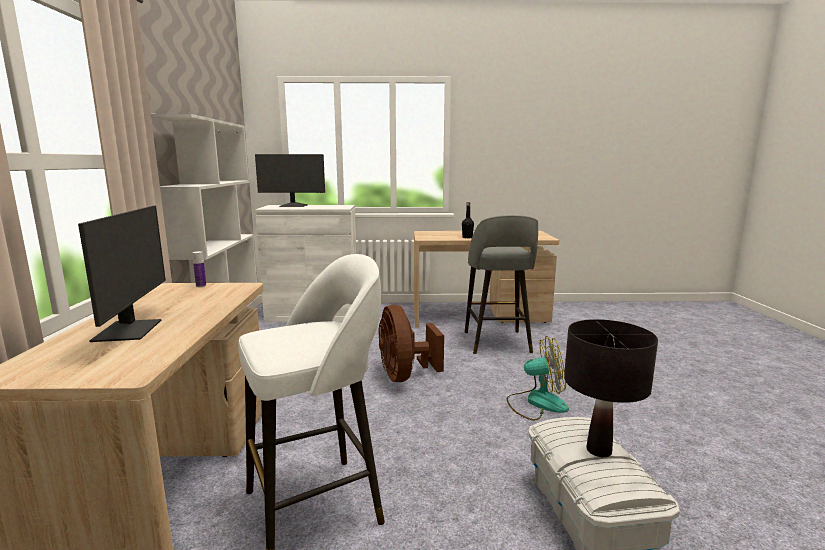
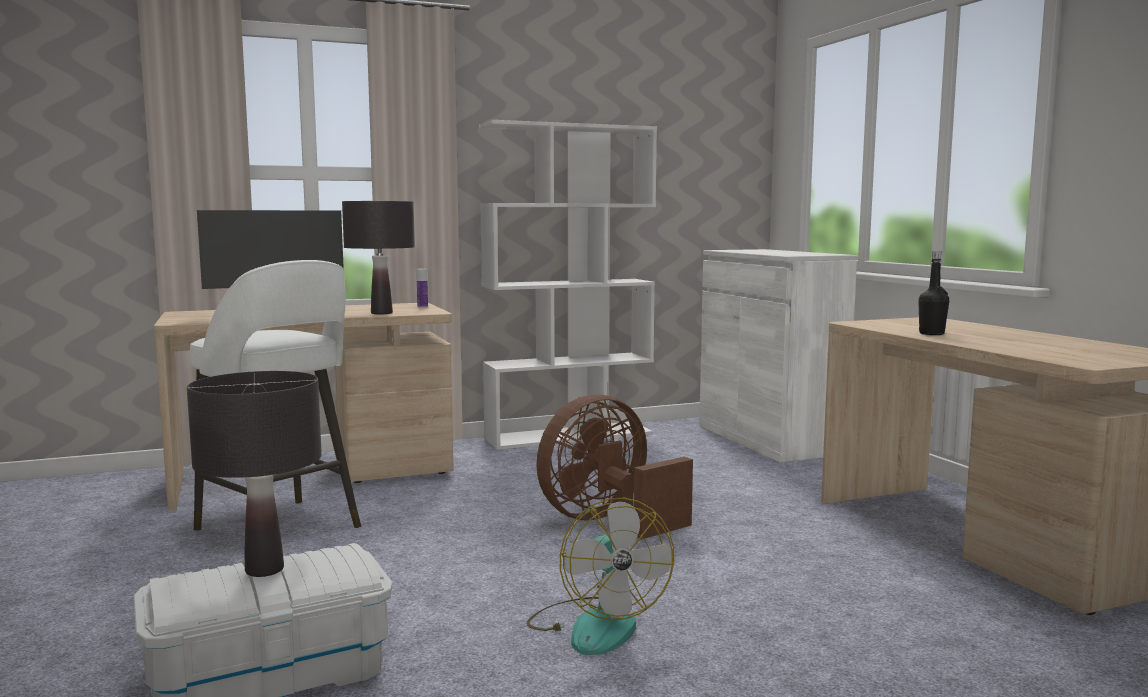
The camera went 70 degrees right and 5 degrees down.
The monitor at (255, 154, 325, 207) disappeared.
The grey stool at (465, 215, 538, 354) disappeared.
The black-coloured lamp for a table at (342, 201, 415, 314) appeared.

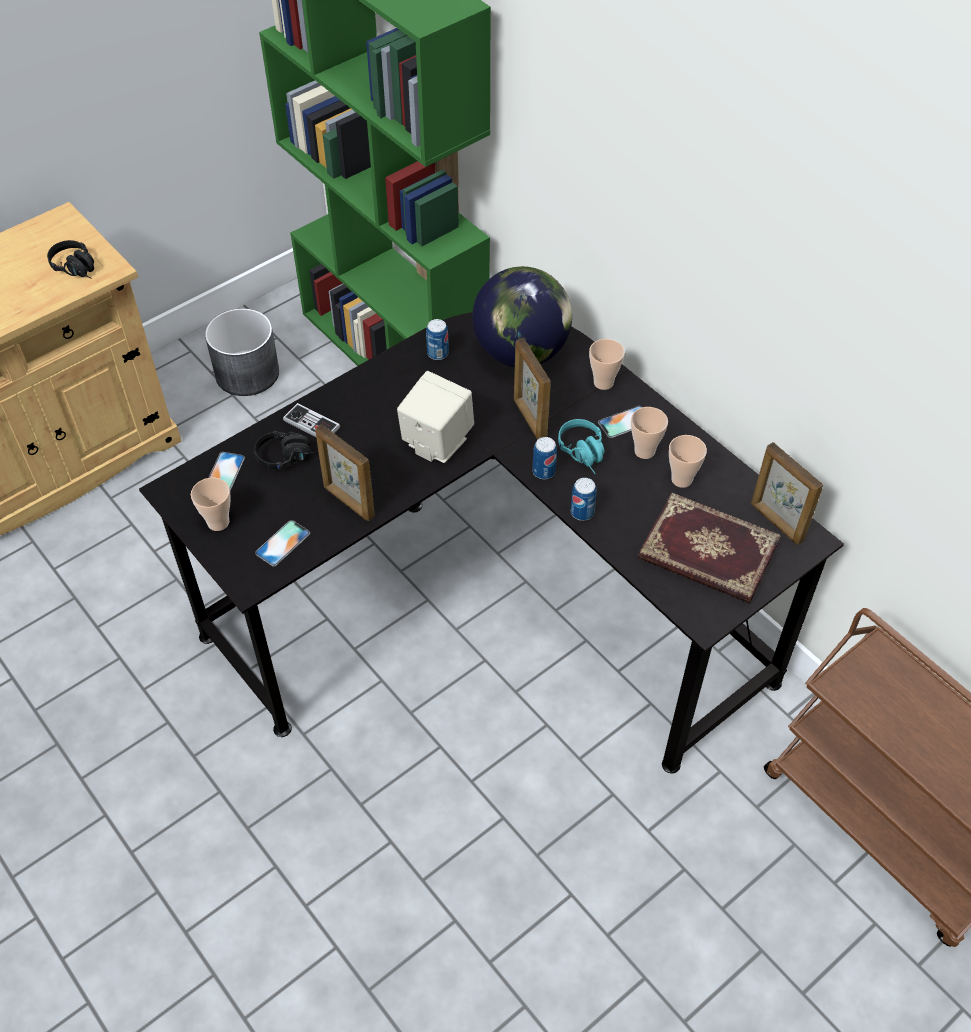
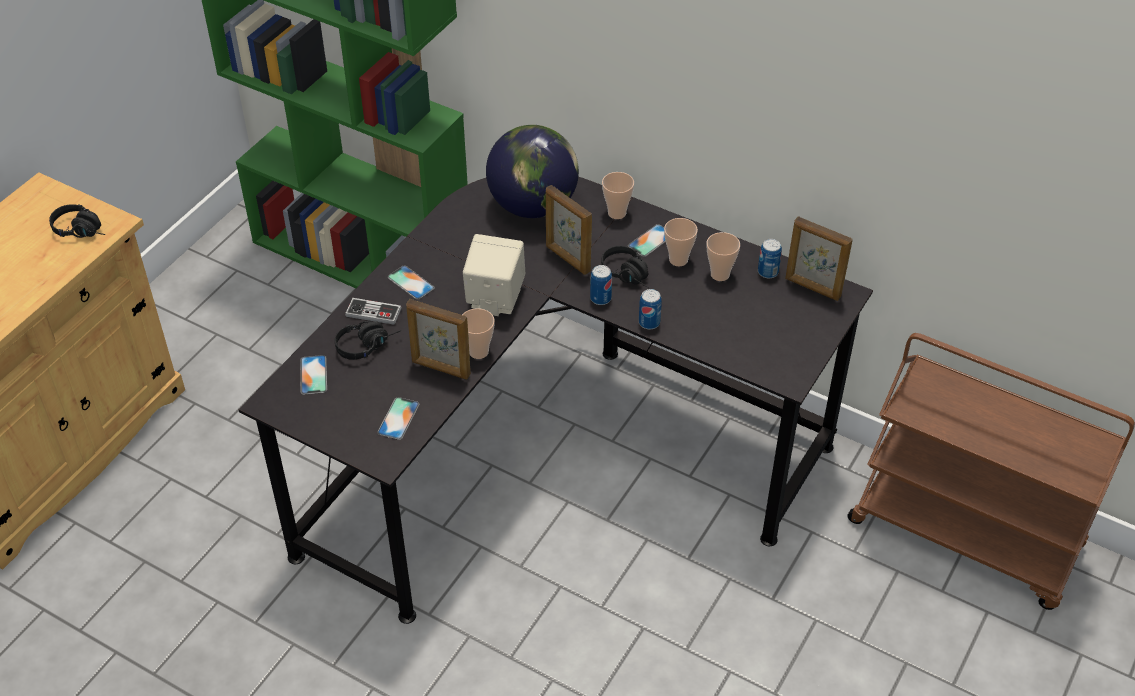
The camera went 20 degrees left and 5 degrees down.
The grey flower pot at (205, 308, 279, 396) disappeared.
The bound book at (638, 493, 781, 604) disappeared.
The handset at (388, 265, 435, 300) appeared.
The cup moved from (191, 478, 231, 531) to (462, 308, 495, 359).
The metal can moved from (426, 319, 449, 360) to (758, 239, 782, 278).
The turquoise-coloured headphones at (558, 419, 605, 474) became the black-coloured headphones at (601, 246, 649, 288).

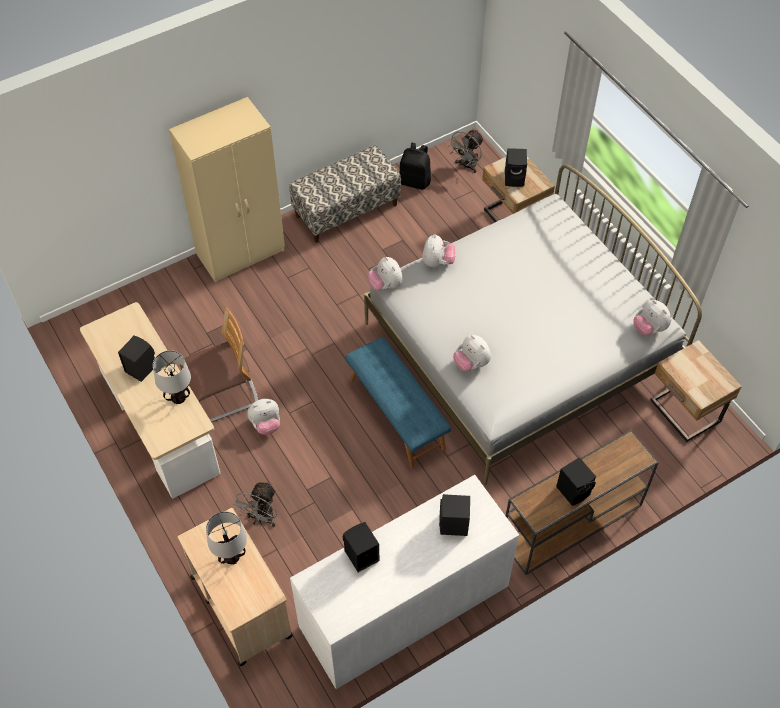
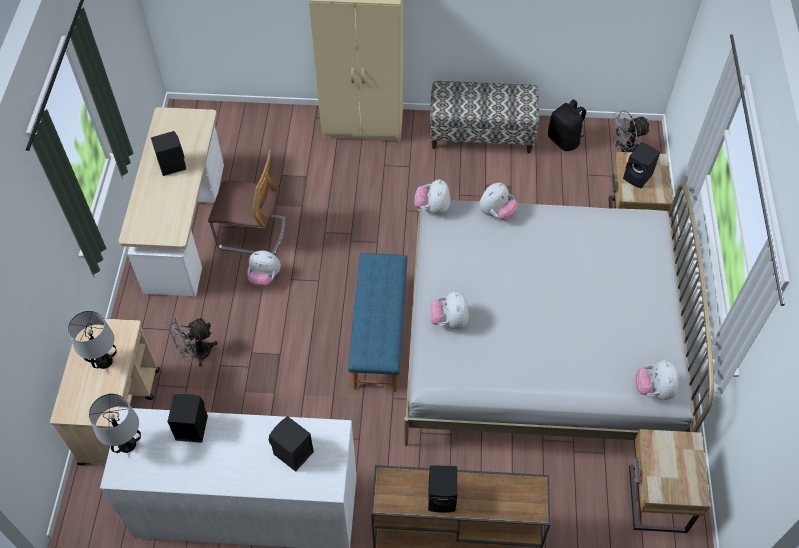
The camera went 35 degrees right and 0 degrees up.
The lamp for a table moved from (153, 350, 191, 404) to (89, 393, 141, 453).

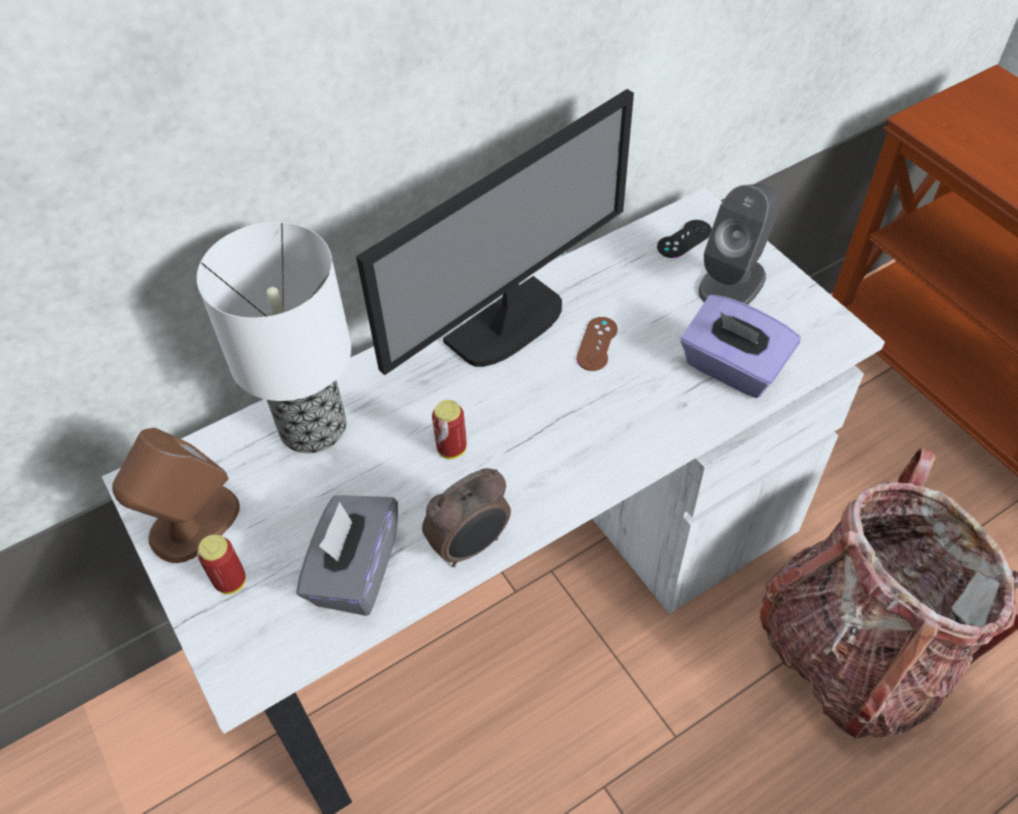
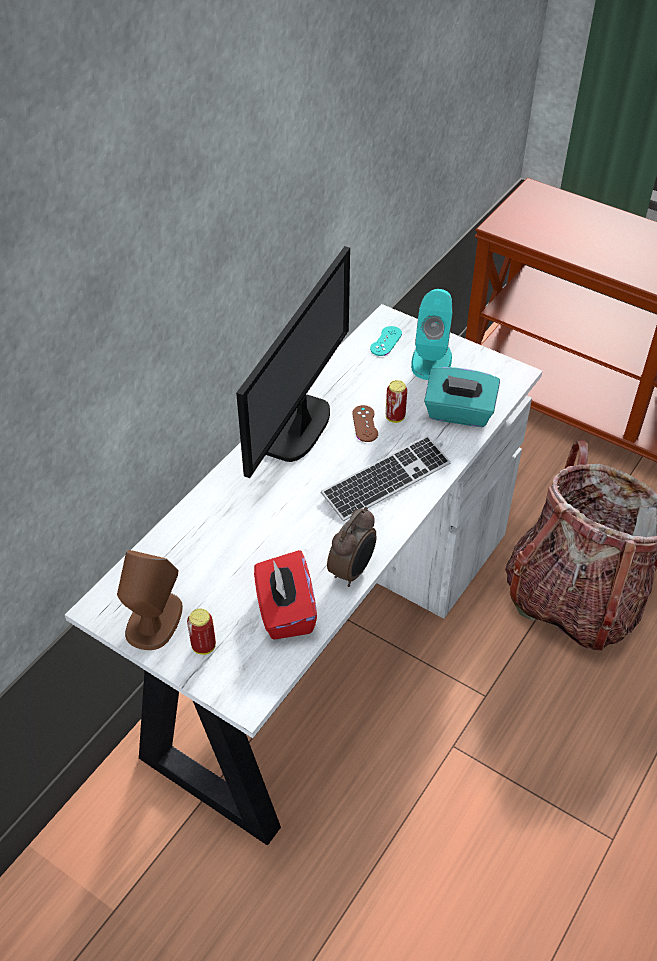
The camera went 25 degrees left and 5 degrees down.
The lamp for a table at (197, 222, 351, 453) disappeared.
The computer keyboard at (321, 435, 451, 521) appeared.
The metal can moved from (432, 400, 467, 459) to (386, 380, 407, 423).
The grey tissue box at (296, 495, 398, 616) became the red-coloured tissue box at (254, 550, 317, 640).
The black-coloured joypad at (657, 220, 712, 258) became the turquoise-coloured joypad at (370, 326, 402, 356).
The purple-coloured tissue box at (680, 294, 801, 398) became the turquoise-coloured tissue box at (424, 367, 500, 427).
The grey loudspeaker at (698, 184, 779, 305) became the turquoise-coloured loudspeaker at (411, 289, 453, 380).

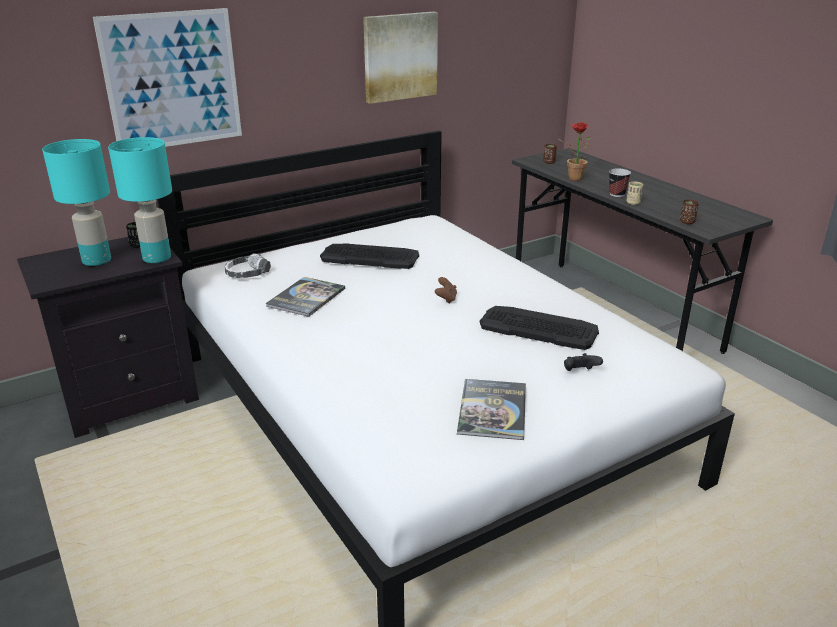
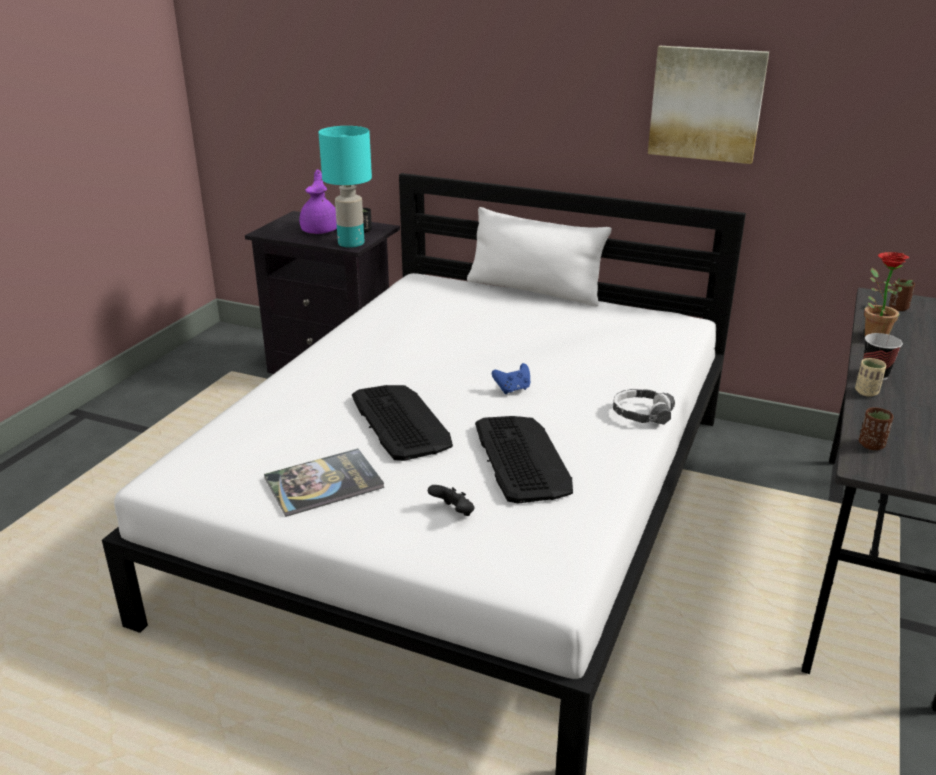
The camera went 55 degrees right and 0 degrees up.
The picture at (93, 8, 242, 147) disappeared.
The bound book at (265, 277, 345, 317) disappeared.
The white pillow at (467, 207, 612, 306) appeared.
The headphones moved from (225, 253, 271, 278) to (613, 389, 675, 425).
The computer keyboard moved from (320, 244, 419, 269) to (352, 385, 453, 461).
The turquoise-coloured lamp for a table at (42, 139, 111, 266) was replaced by the purple-coloured teapot at (300, 170, 337, 234).
The brown joypad at (435, 277, 457, 304) became the blue-coloured joypad at (492, 363, 530, 394).

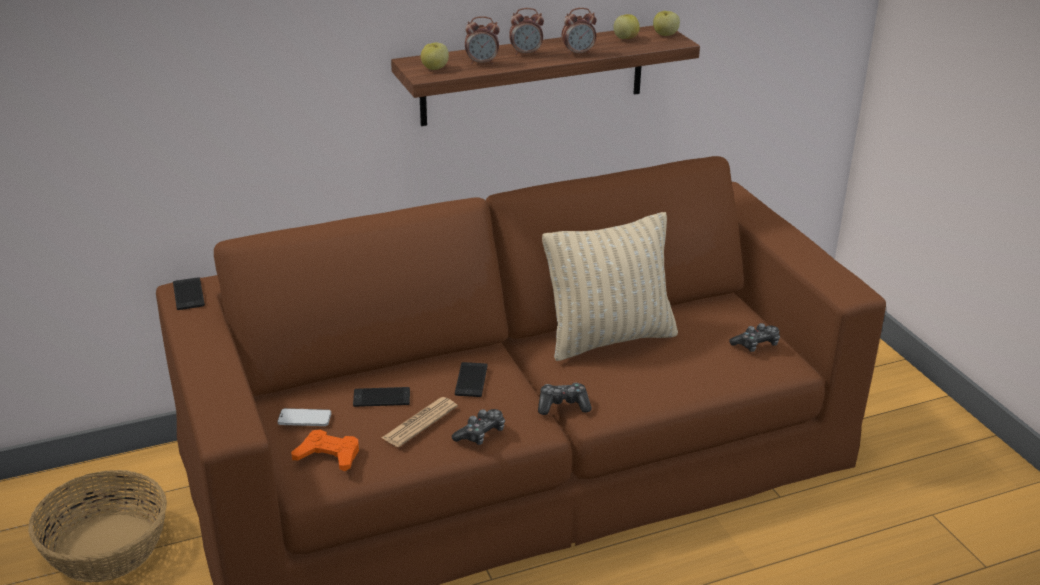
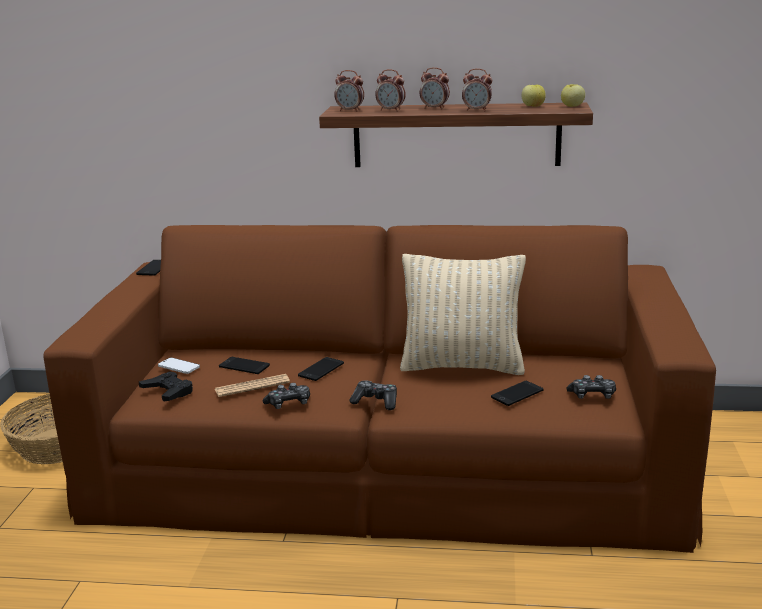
The camera went 30 degrees right and 10 degrees down.
The handset at (491, 381, 544, 406) appeared.
The apple at (421, 43, 449, 70) was replaced by the alarm clock at (334, 70, 364, 112).
The orangey joypad at (291, 430, 359, 471) became the black-coloured joypad at (139, 371, 193, 401).

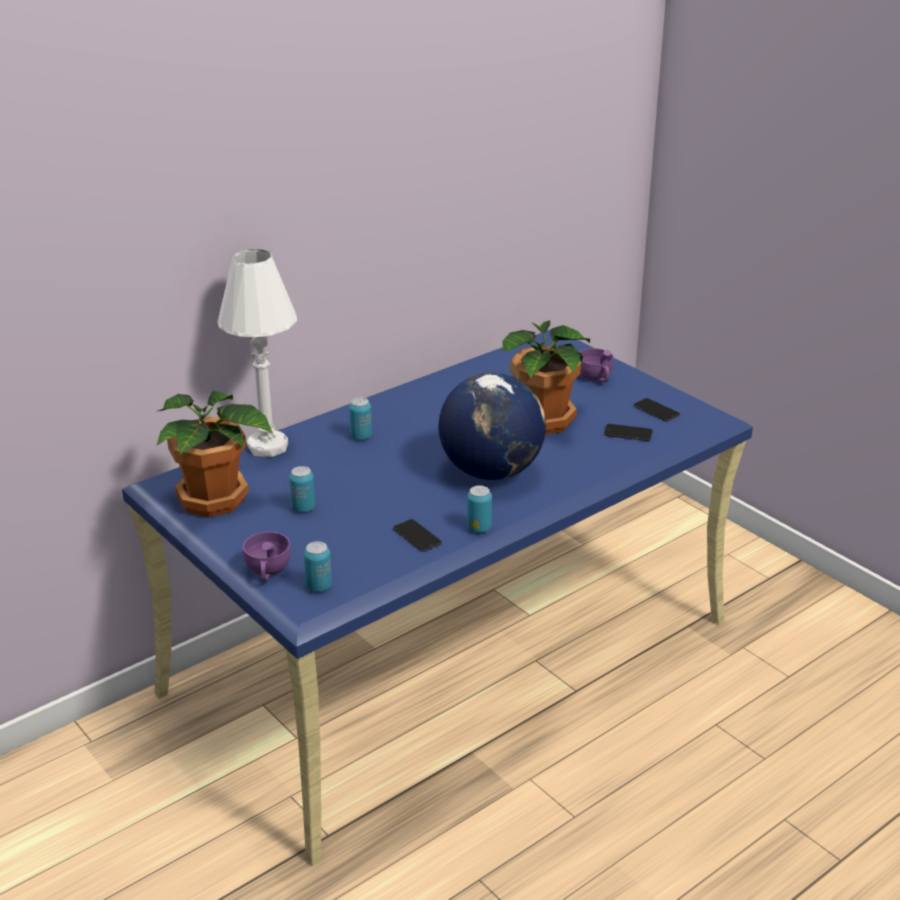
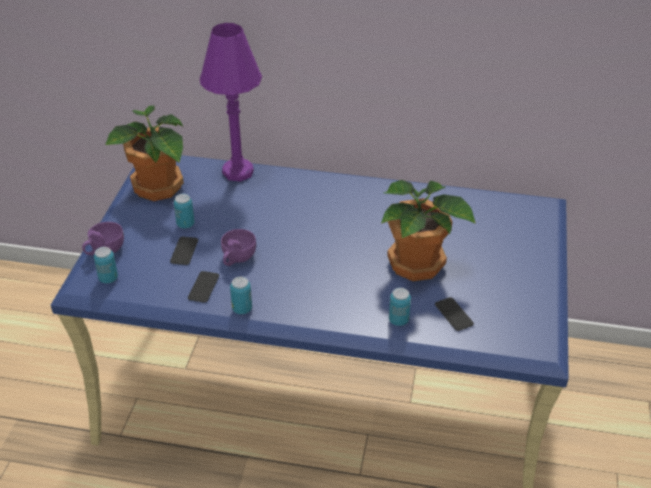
The camera went 50 degrees right and 10 degrees up.
The world globe at (438, 373, 546, 480) disappeared.
The metal can moved from (349, 397, 372, 440) to (389, 288, 411, 326).
The purple-coloured cup moved from (579, 348, 614, 383) to (221, 229, 256, 266).
The handset moved from (634, 398, 680, 422) to (170, 237, 198, 265).
The white lamp for a table at (217, 249, 297, 457) became the purple-coloured lamp for a table at (200, 23, 262, 182).

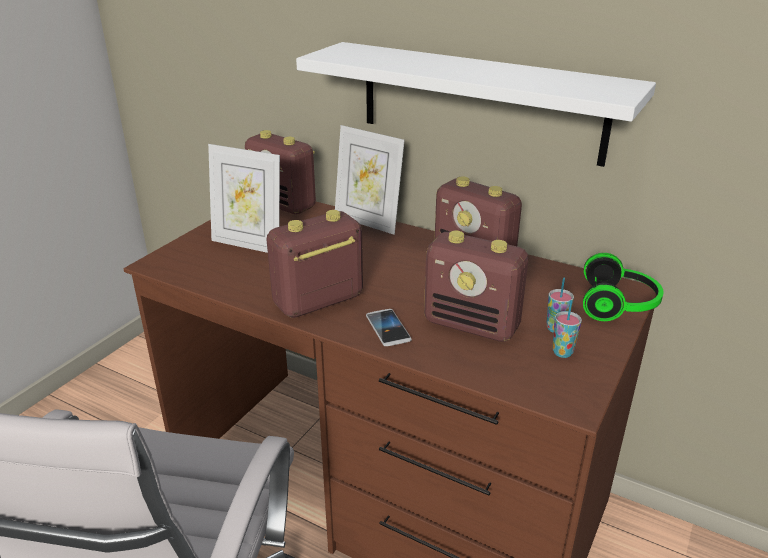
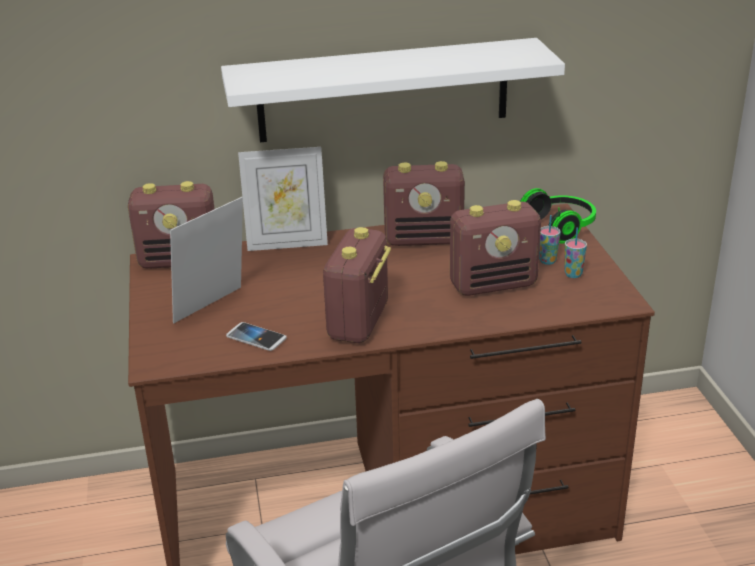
The camera went 40 degrees left and 0 degrees up.
The handset moved from (366, 309, 412, 346) to (226, 322, 287, 351).
The standing frame at (208, 144, 280, 253) turned 150 degrees clockwise.

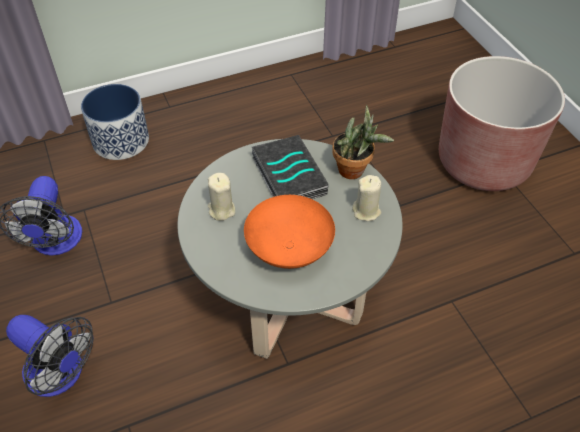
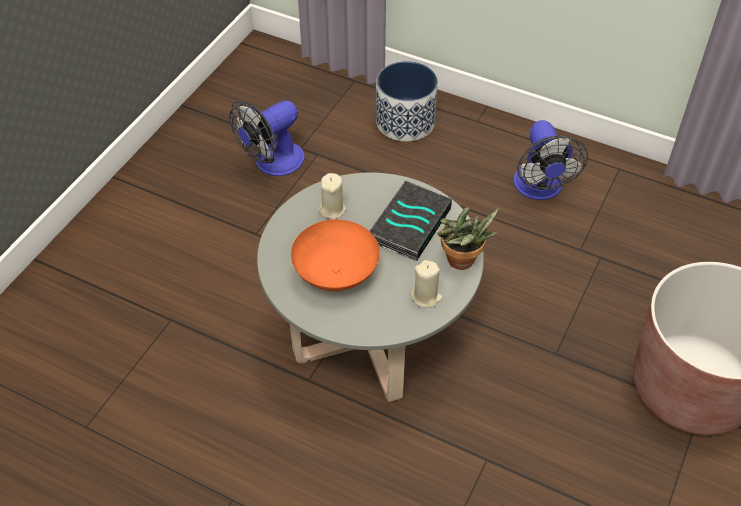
The camera went 50 degrees right and 0 degrees up.
The fan moved from (6, 315, 94, 397) to (513, 120, 588, 200).

